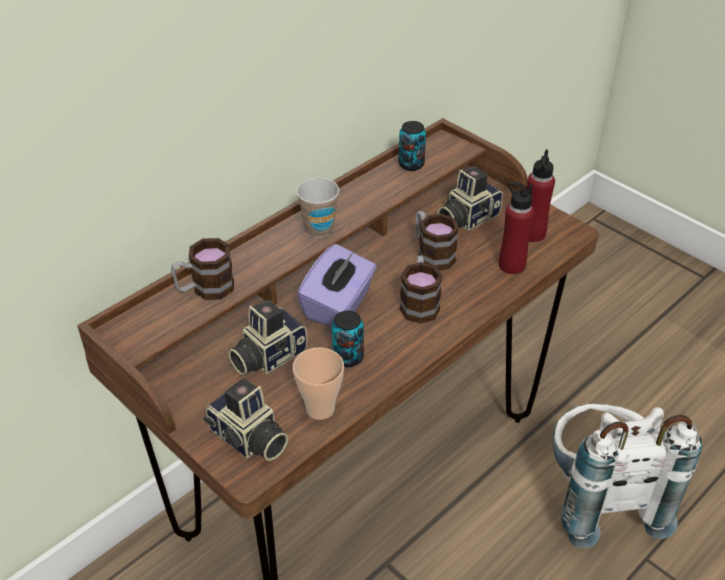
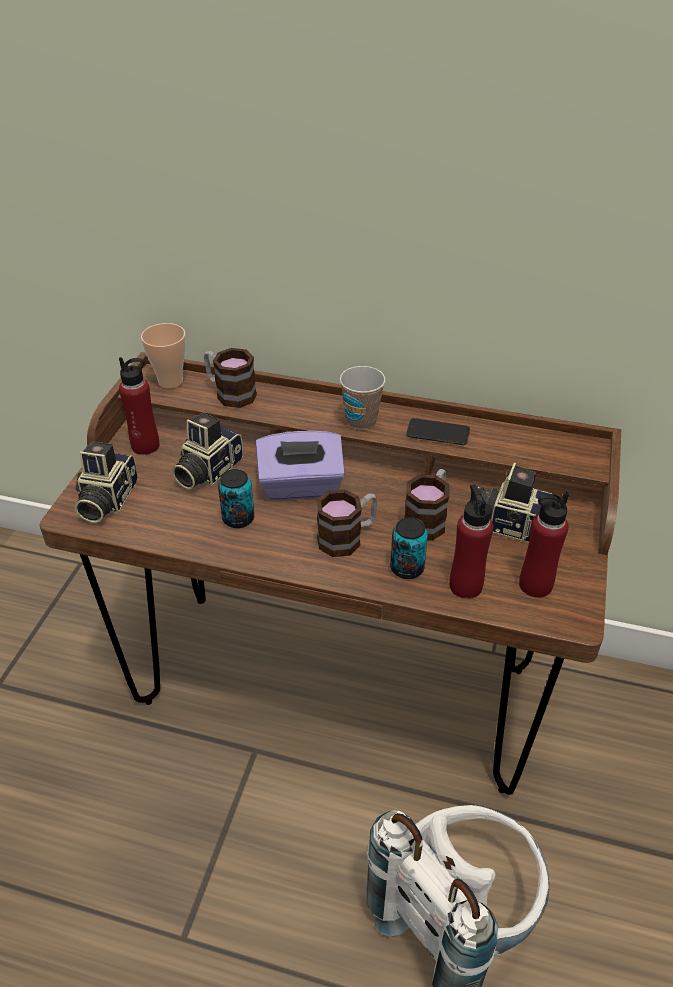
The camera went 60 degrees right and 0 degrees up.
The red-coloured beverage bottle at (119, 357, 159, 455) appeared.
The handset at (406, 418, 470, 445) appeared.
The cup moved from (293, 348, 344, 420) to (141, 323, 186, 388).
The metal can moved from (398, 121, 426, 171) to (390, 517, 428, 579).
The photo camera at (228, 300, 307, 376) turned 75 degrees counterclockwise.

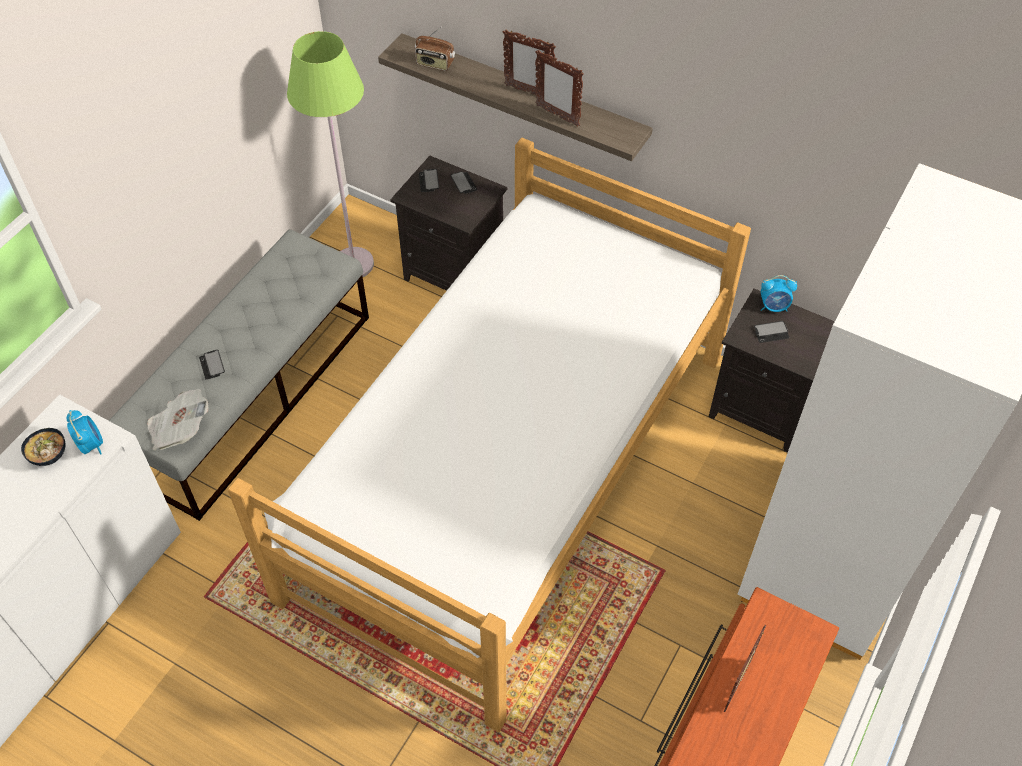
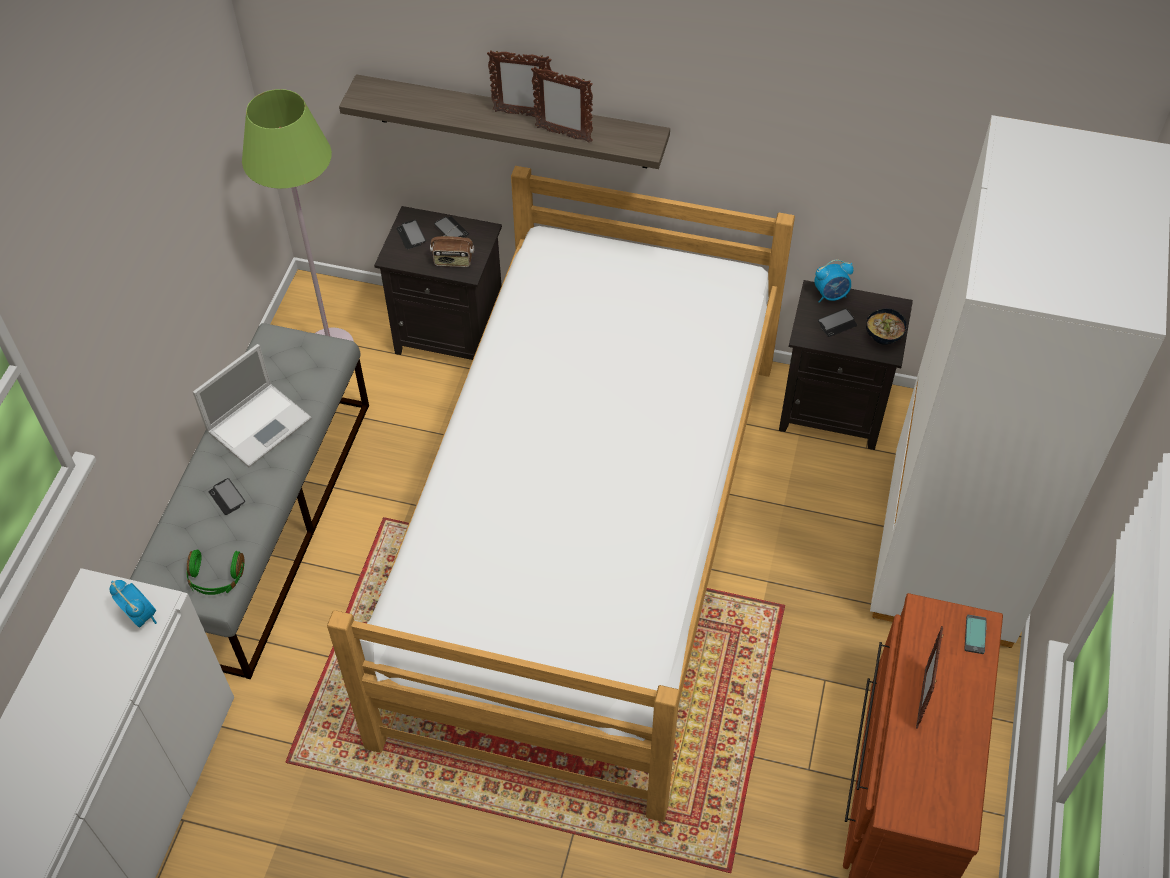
The camera went 15 degrees left and 0 degrees up.
The laptop at (193, 344, 312, 467) appeared.
The handset at (964, 615, 987, 654) appeared.
The serving bowl moved from (21, 428, 66, 466) to (866, 309, 907, 345).
The radio moved from (415, 27, 455, 71) to (430, 225, 474, 267).
The newspaper at (147, 389, 209, 451) was replaced by the green headphones at (187, 550, 245, 595).

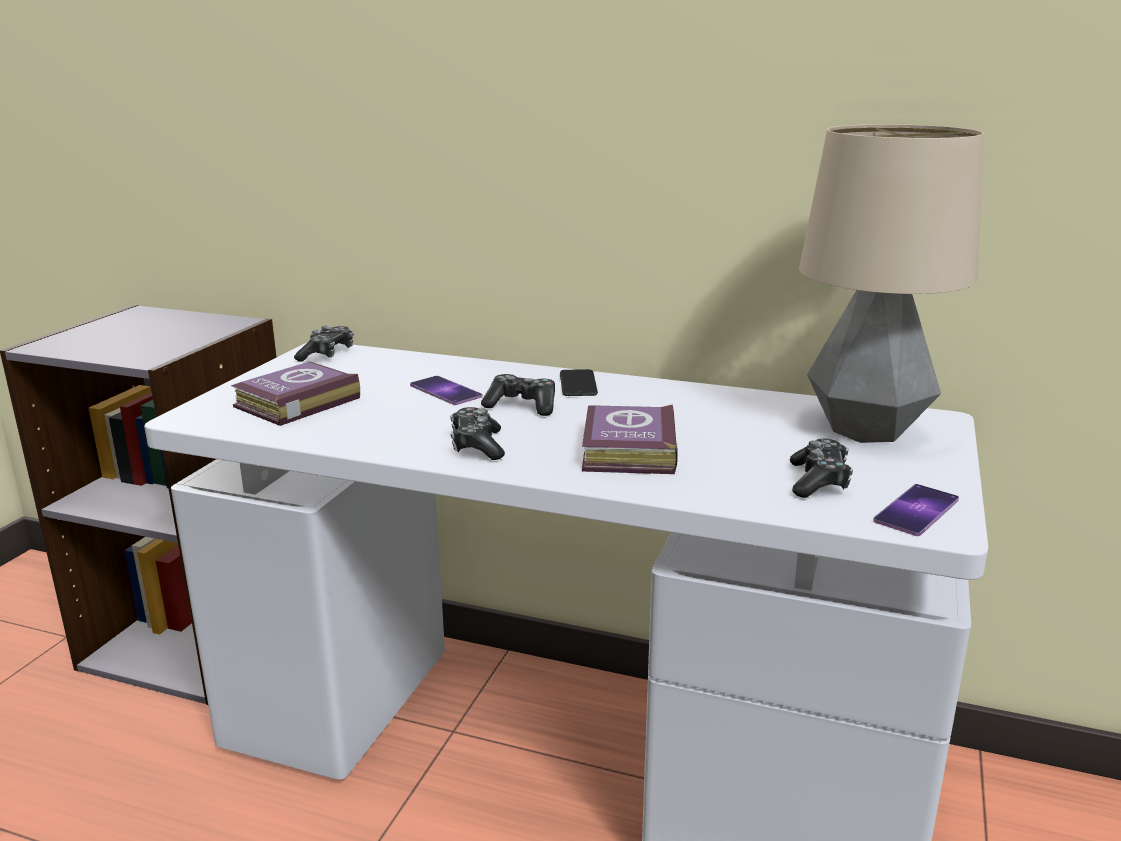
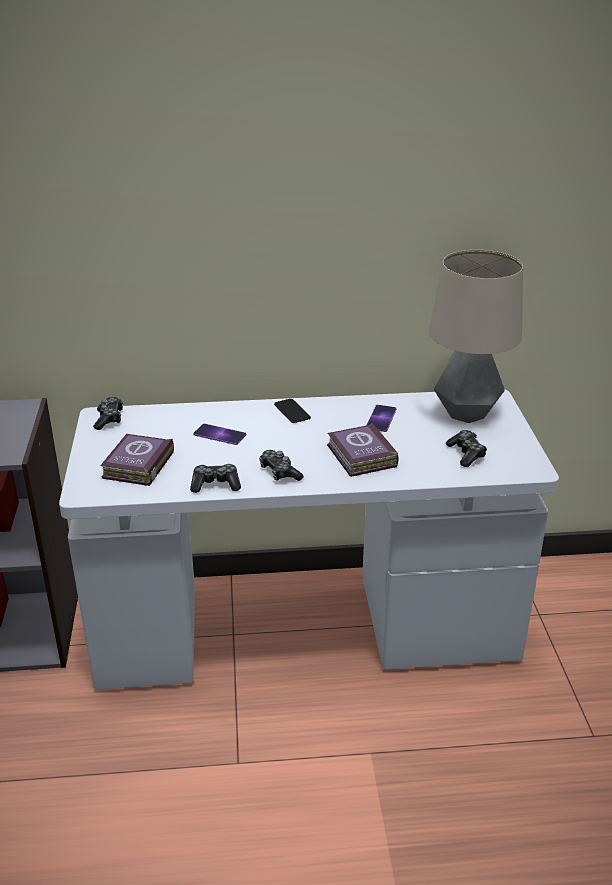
The camera went 25 degrees left and 10 degrees up.
The joypad moved from (481, 374, 555, 416) to (190, 464, 241, 493).
The handset moved from (873, 484, 959, 536) to (366, 405, 397, 432).

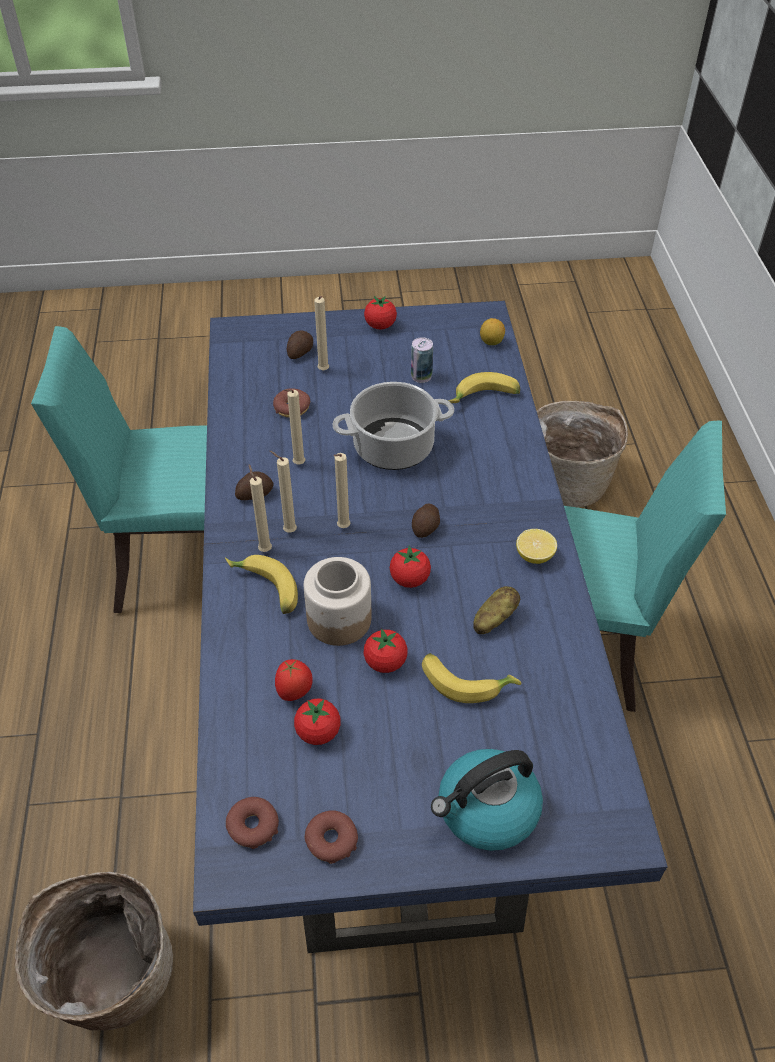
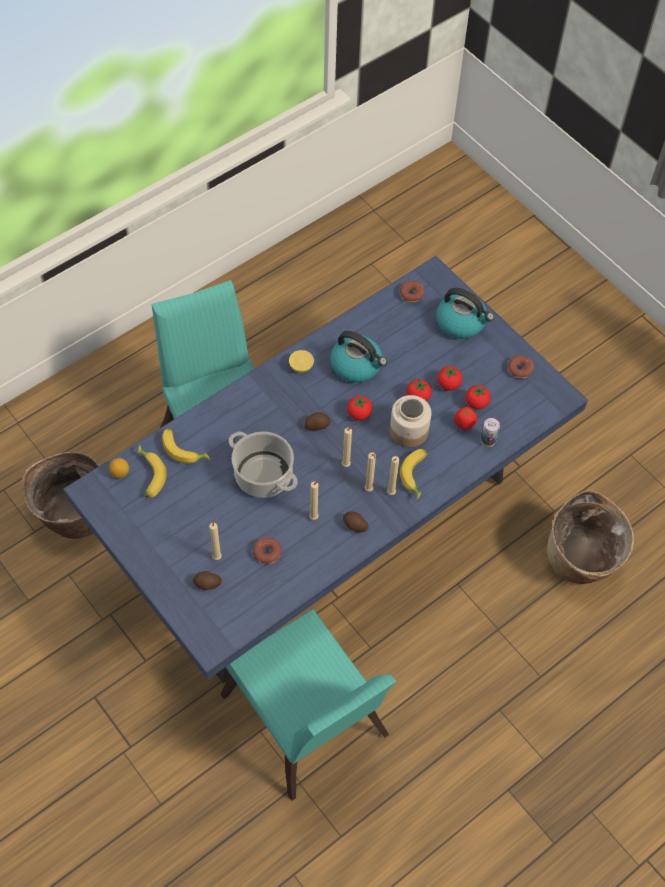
The camera went 125 degrees left and 10 degrees up.
The donut moved from (226, 797, 279, 849) to (400, 281, 425, 302).
The tomato moved from (364, 296, 397, 330) to (437, 366, 462, 391).
The metal can moved from (411, 337, 433, 383) to (481, 418, 500, 447).
The whole banana moved from (422, 653, 521, 703) to (138, 445, 167, 498).
The spud at (473, 586, 521, 634) was replaced by the tea kettle at (330, 331, 387, 383).

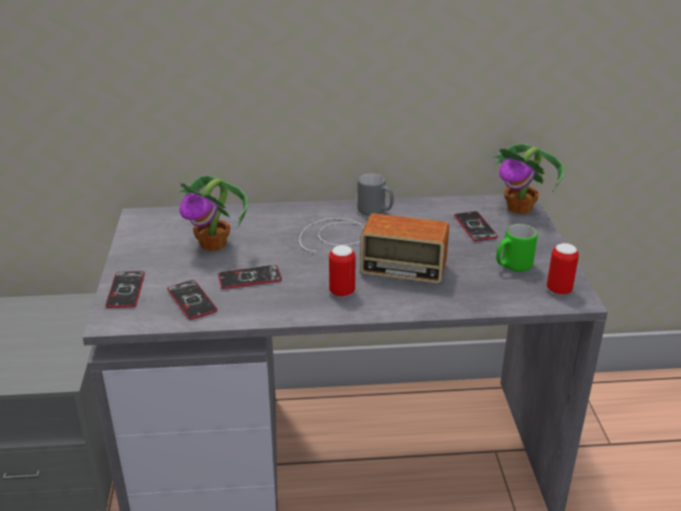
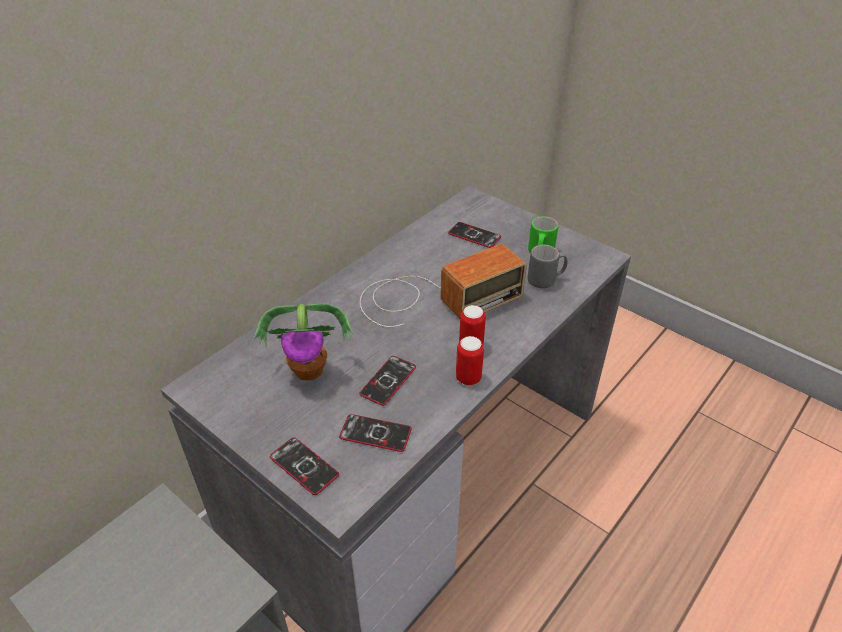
The camera went 45 degrees left and 10 degrees up.
The potted plant at (491, 143, 564, 214) disappeared.
The grey coffee mug moved from (357, 173, 394, 216) to (527, 244, 568, 288).
The metal can moved from (547, 243, 579, 295) to (456, 336, 484, 385).

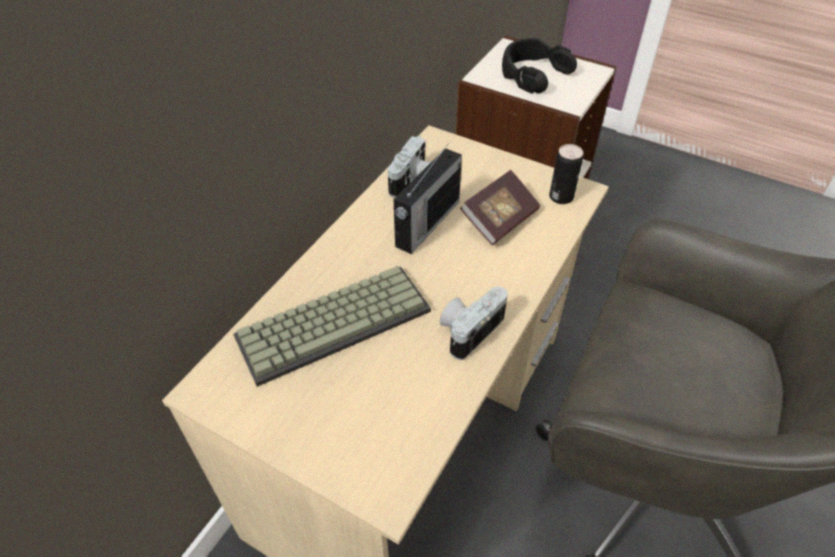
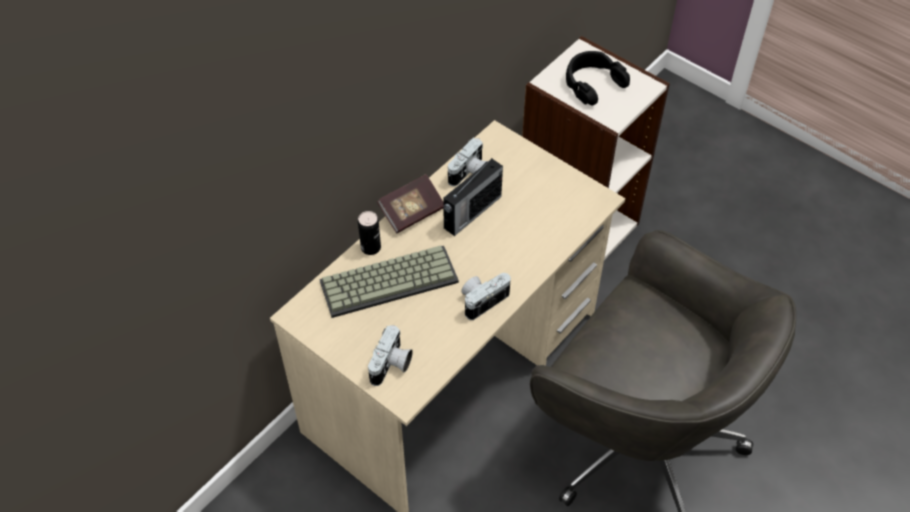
The camera went 10 degrees right and 5 degrees up.
The photo camera at (368, 325, 413, 386) appeared.
The bound book moved from (460, 170, 540, 245) to (377, 174, 444, 233).
The metal can moved from (549, 144, 583, 204) to (358, 211, 381, 255).

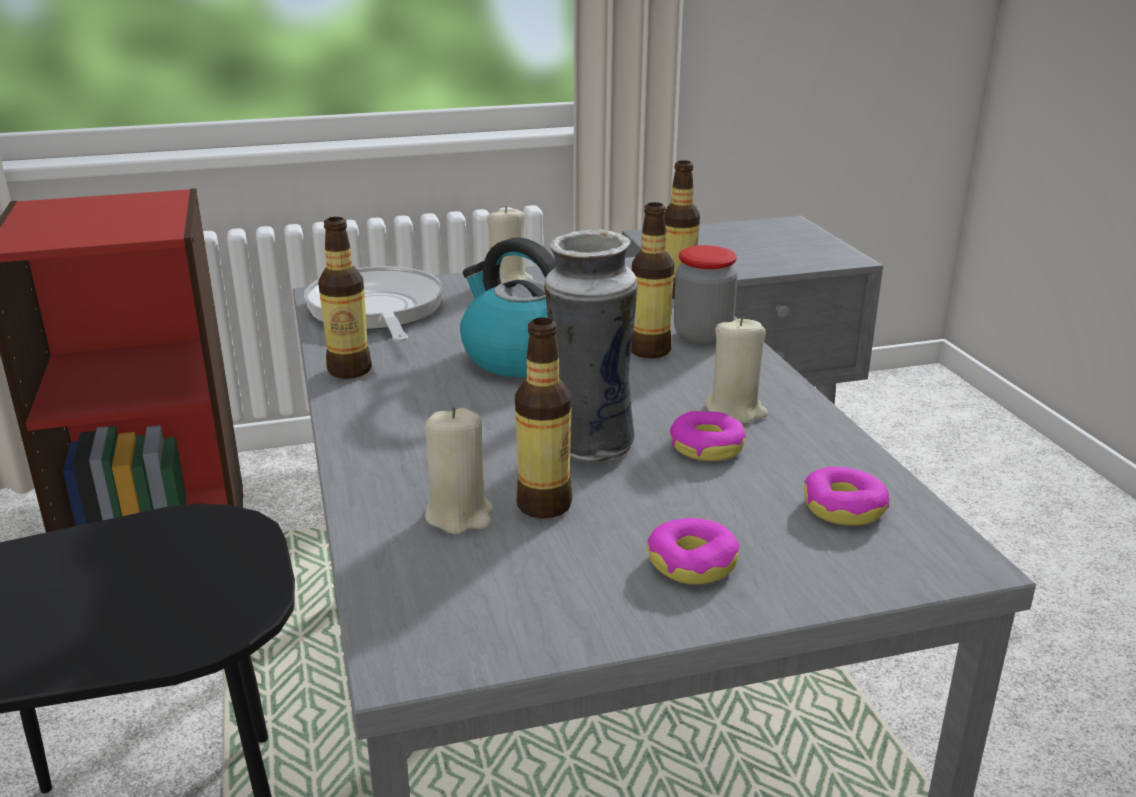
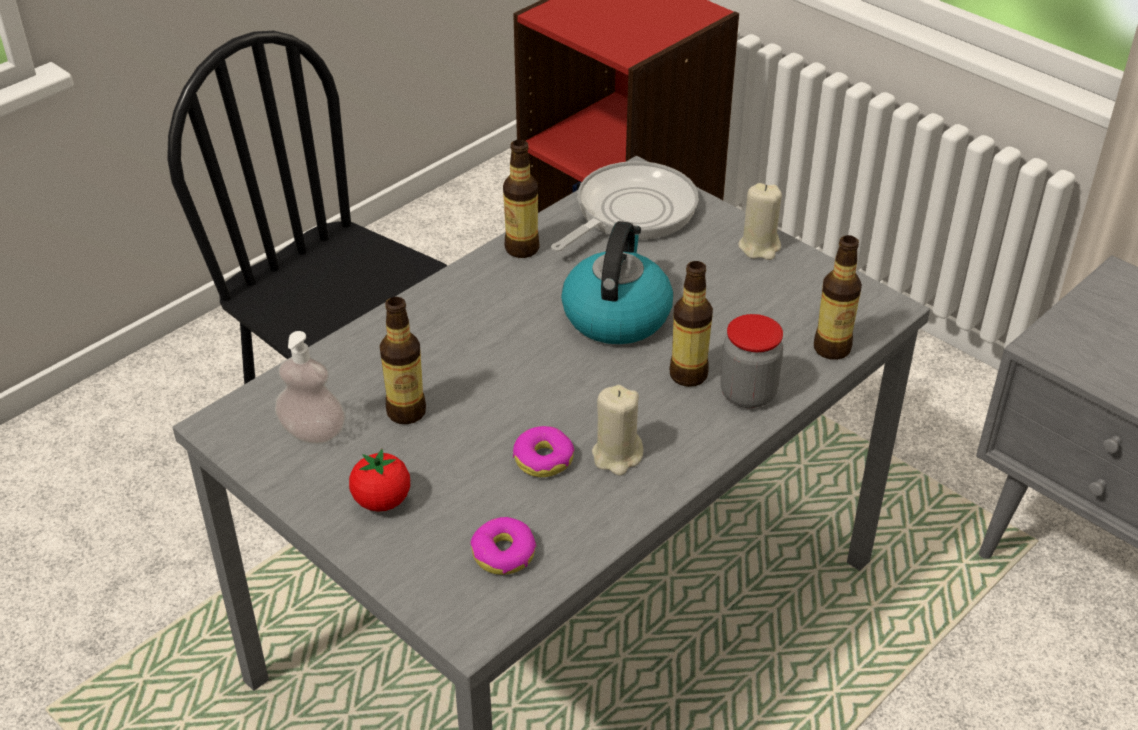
The camera went 60 degrees right and 15 degrees up.
The beige-coloured candle at (425, 407, 493, 534) disappeared.
The decorative vase at (544, 229, 637, 462) disappeared.
The soap dispenser at (275, 331, 345, 444) appeared.
The donut at (648, 518, 739, 584) was replaced by the tomato at (349, 449, 410, 512).

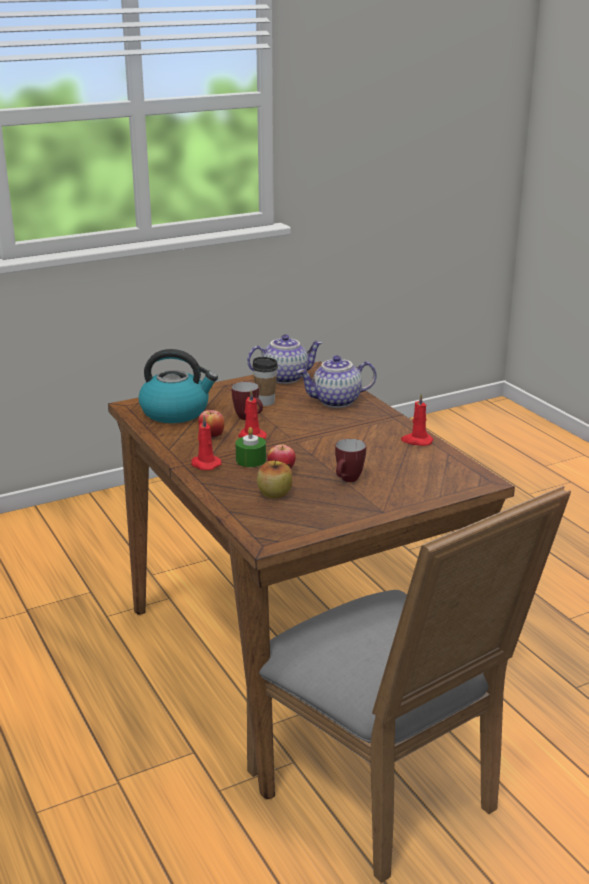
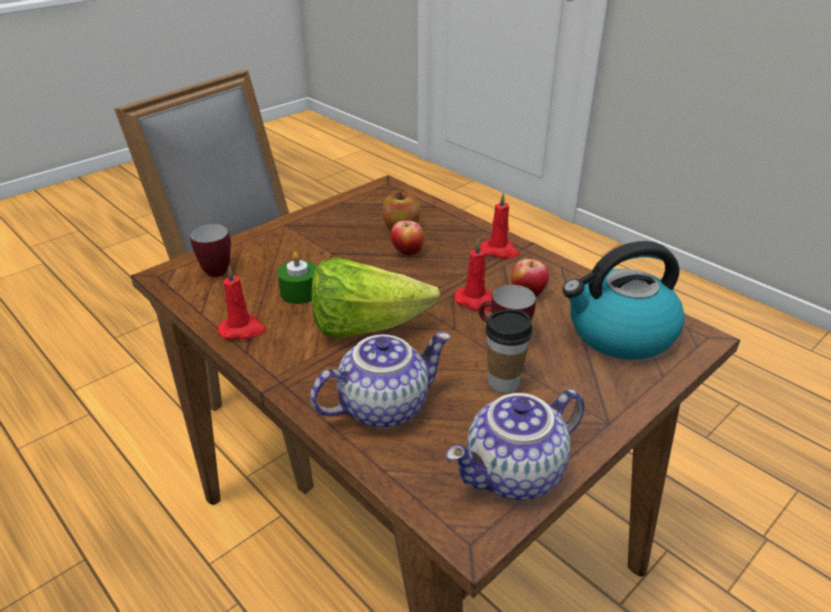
The camera went 165 degrees right and 10 degrees up.
The lettuce head at (312, 257, 440, 338) appeared.
The green candle moved from (235, 427, 266, 467) to (277, 252, 317, 304).
The coffee mug moved from (335, 439, 366, 482) to (190, 224, 231, 277).

